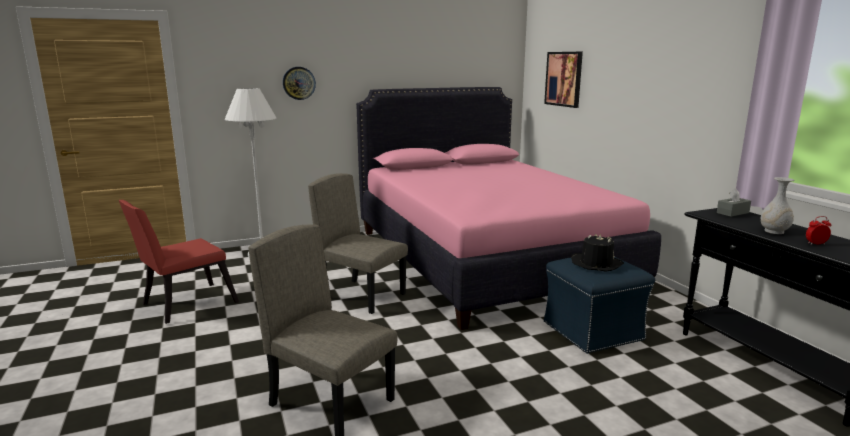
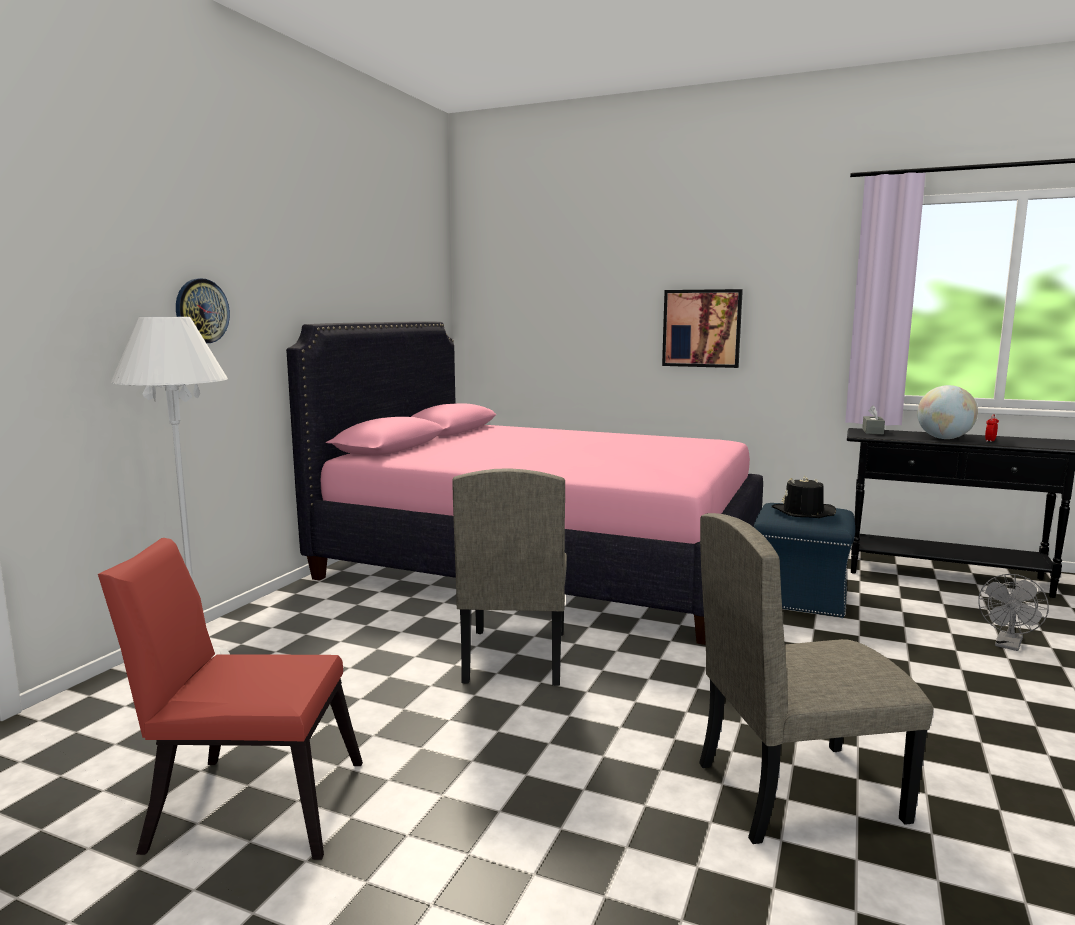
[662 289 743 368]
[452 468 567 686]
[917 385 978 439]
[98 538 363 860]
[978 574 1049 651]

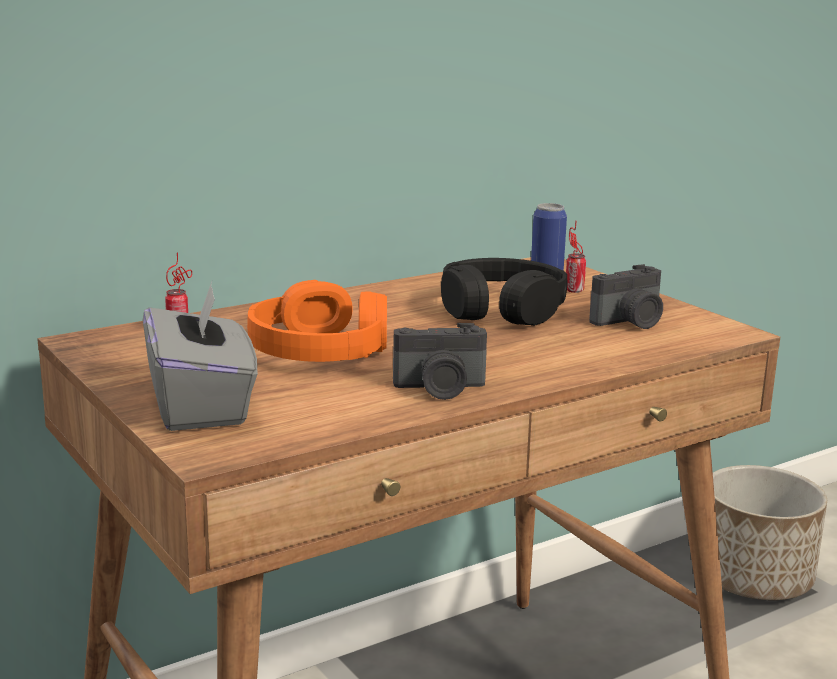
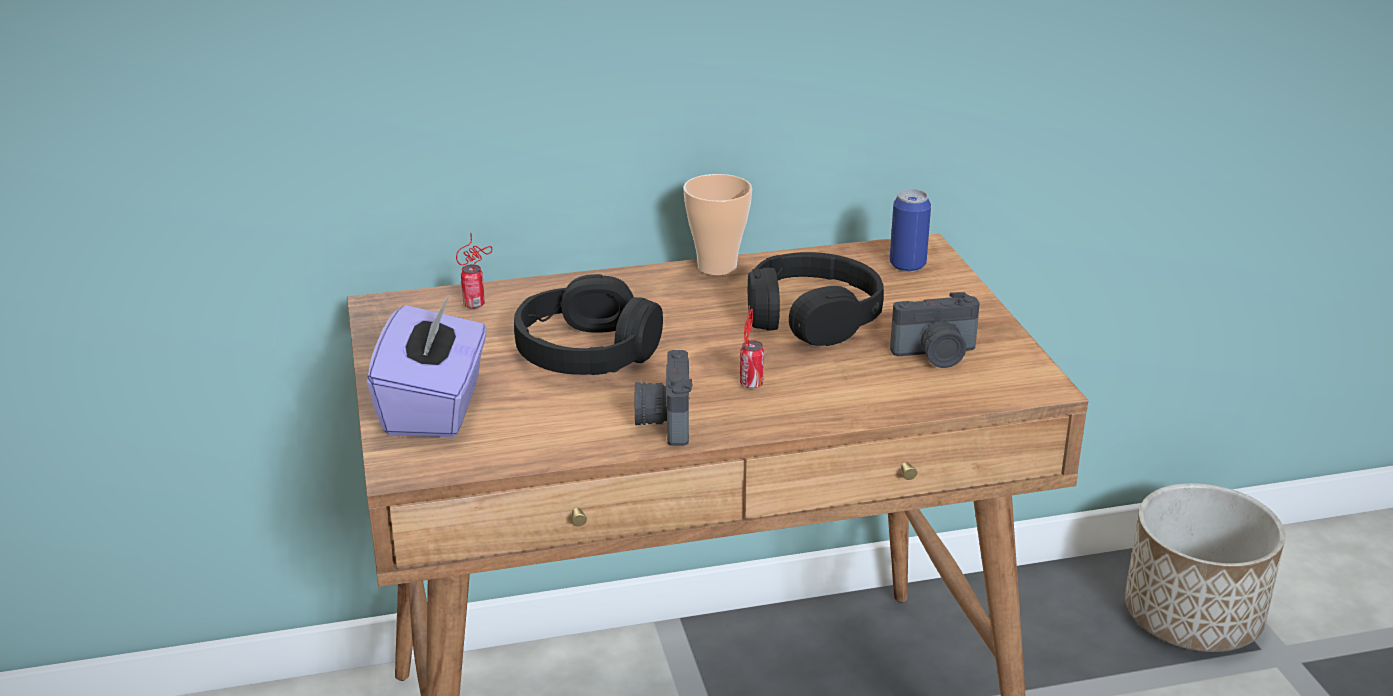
[740 305 764 388]
[514 274 663 375]
[367 295 487 437]
[635 350 693 446]
[683 174 752 276]

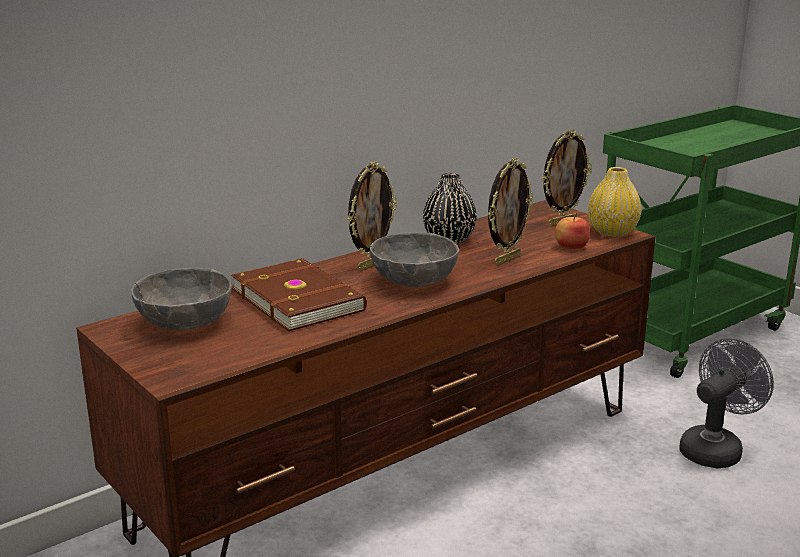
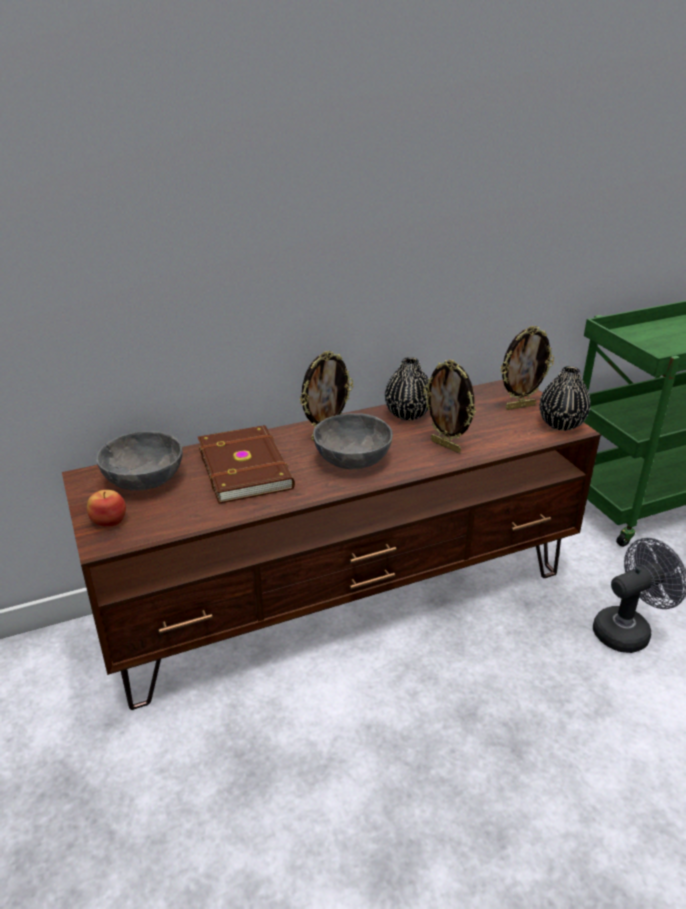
[423 359 476 453]
[540 366 591 431]
[87 490 126 526]

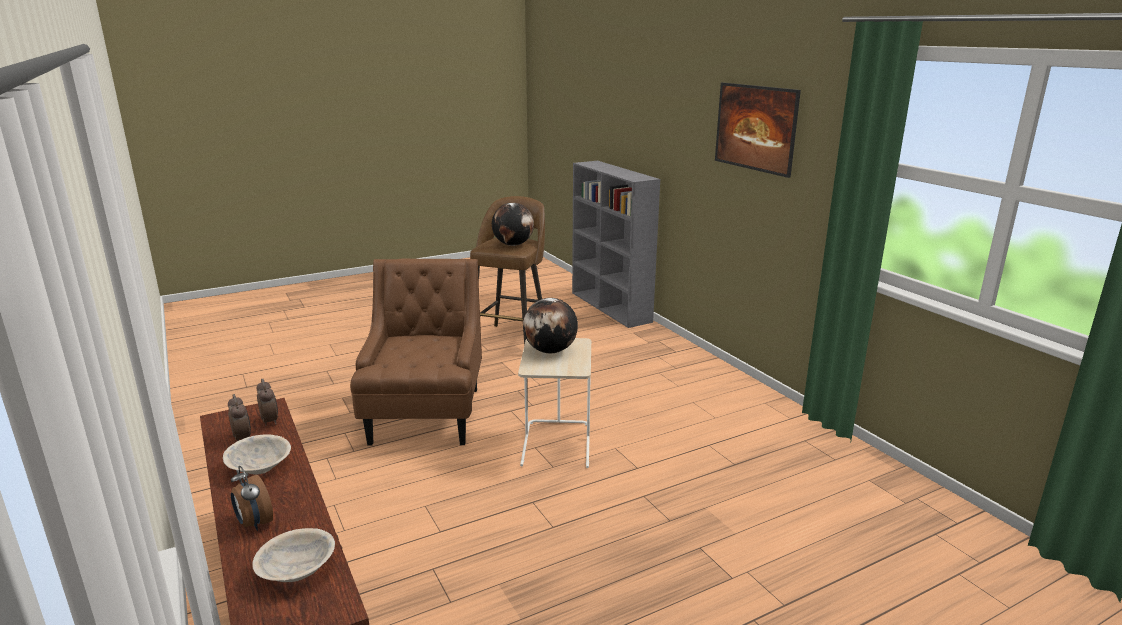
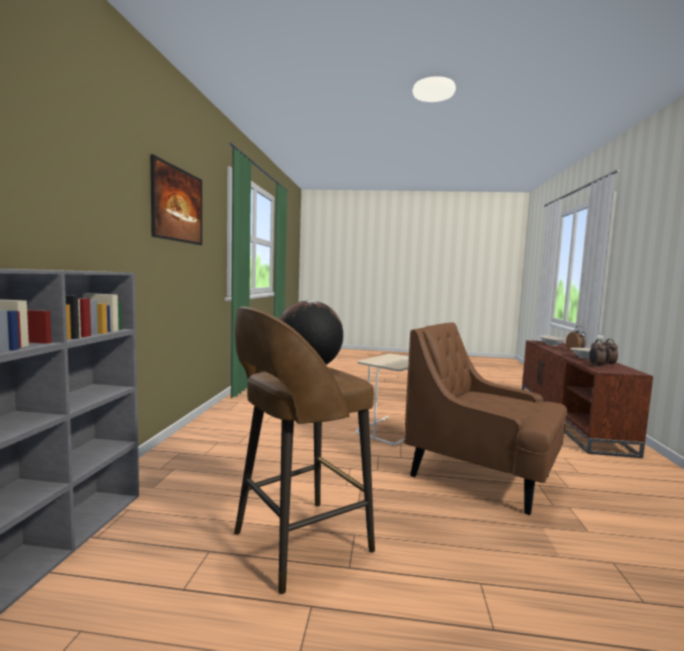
[404 322 567 515]
[523 298 578 353] (first image)

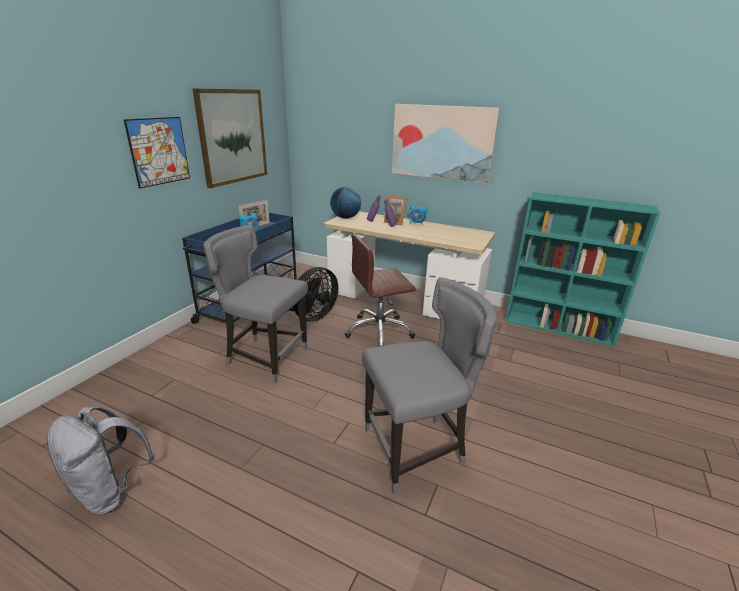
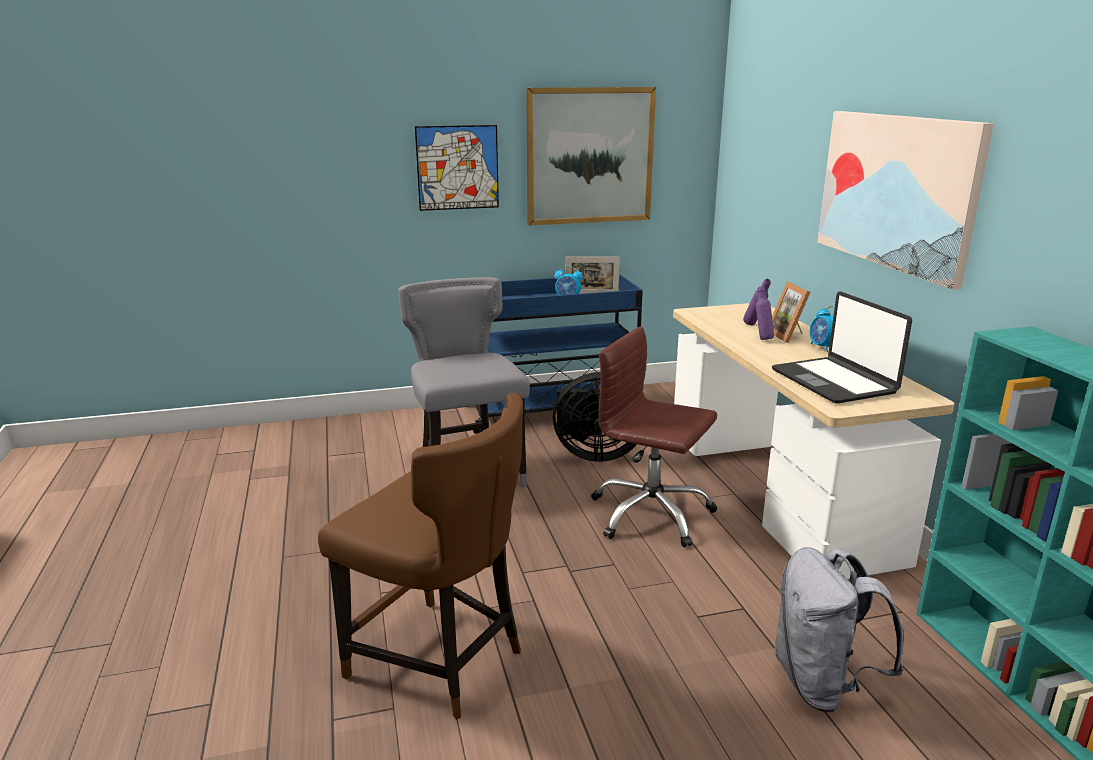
[330 187 361 219] (first image)
[318 393 523 720]
[774 547 904 712]
[772 291 912 403]

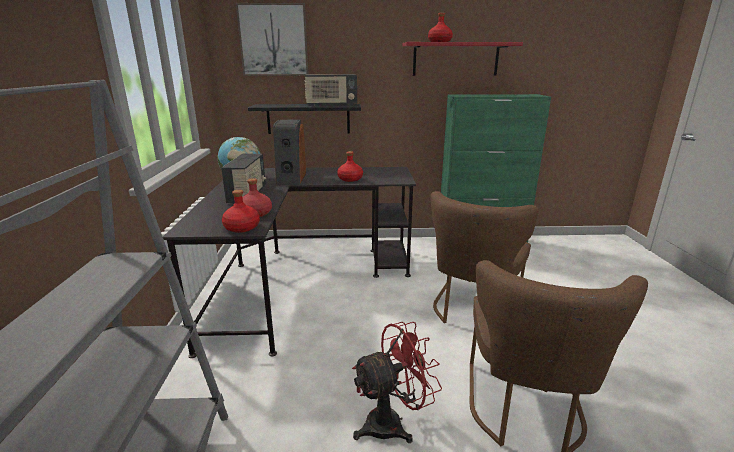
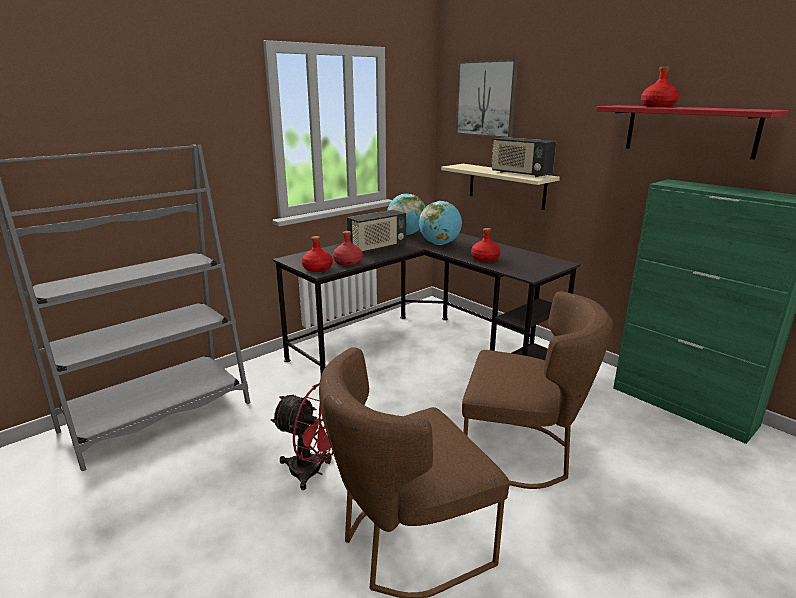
[441 164 560 210]
[419 201 462 245]
[462 291 613 489]

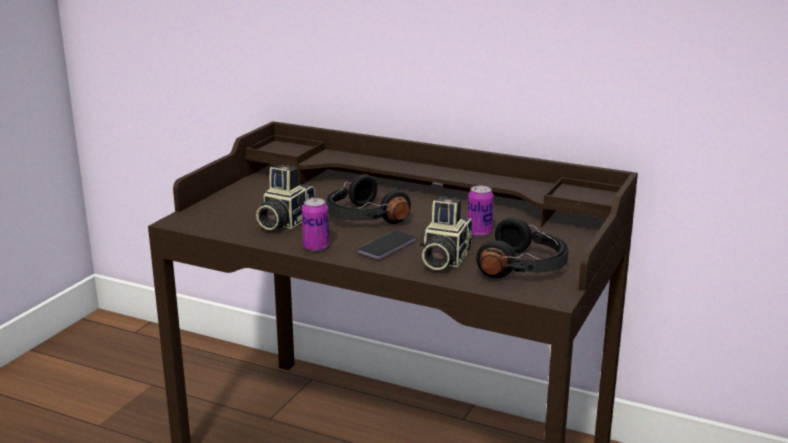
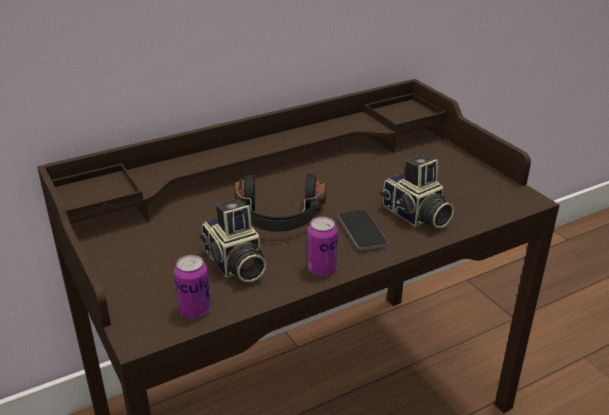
[174 255 211 319]
[476 217 569 278] (first image)

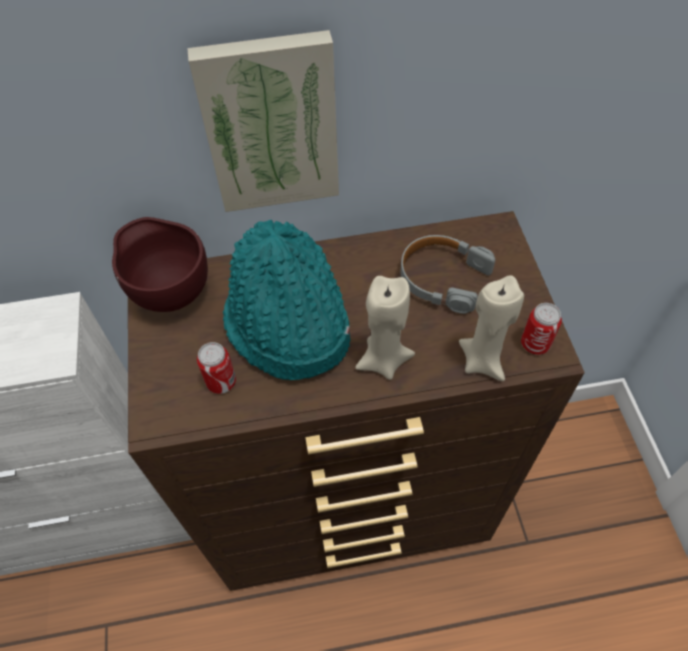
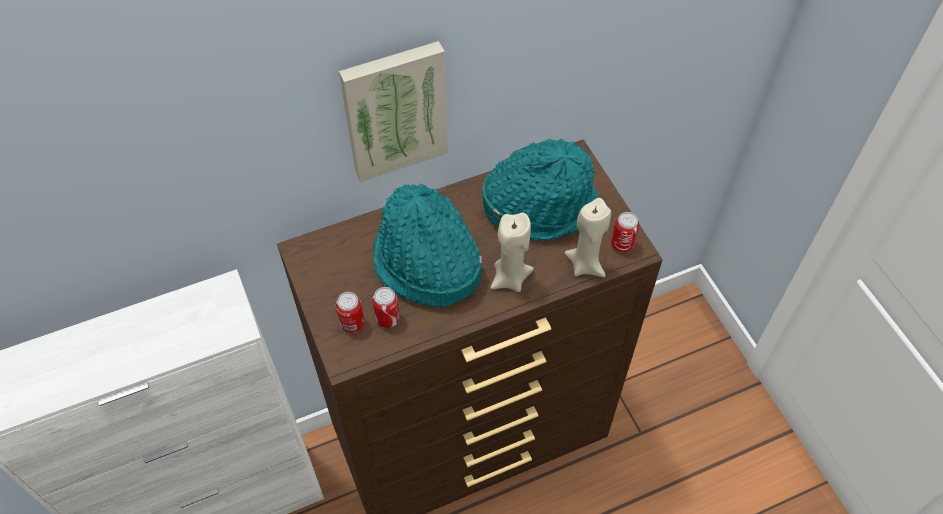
[112 217 208 312] (first image)
[482 139 598 241]
[336 292 365 333]

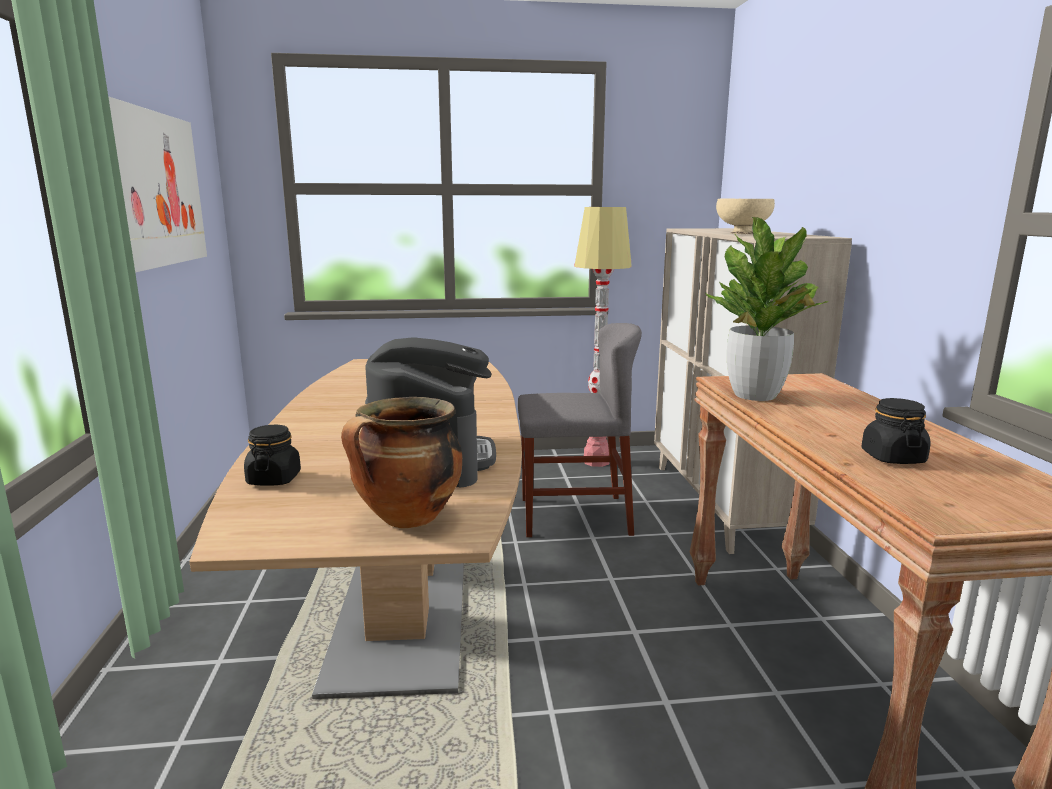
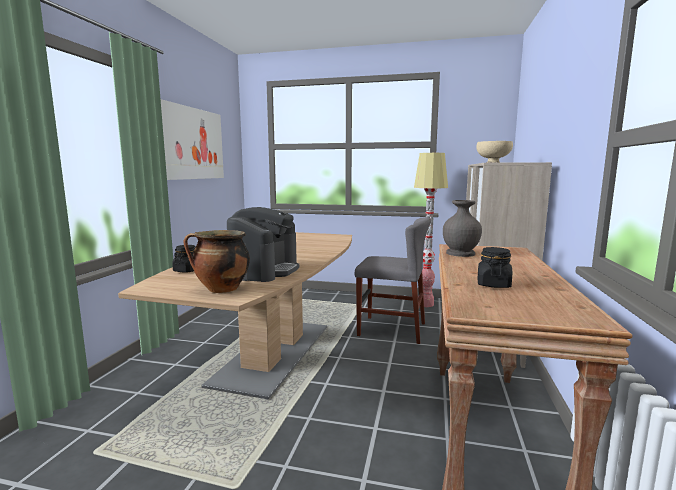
[443 200 482 257]

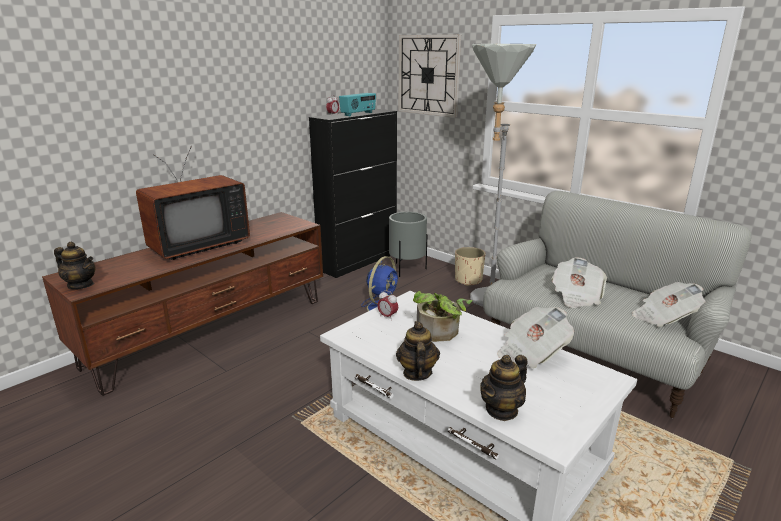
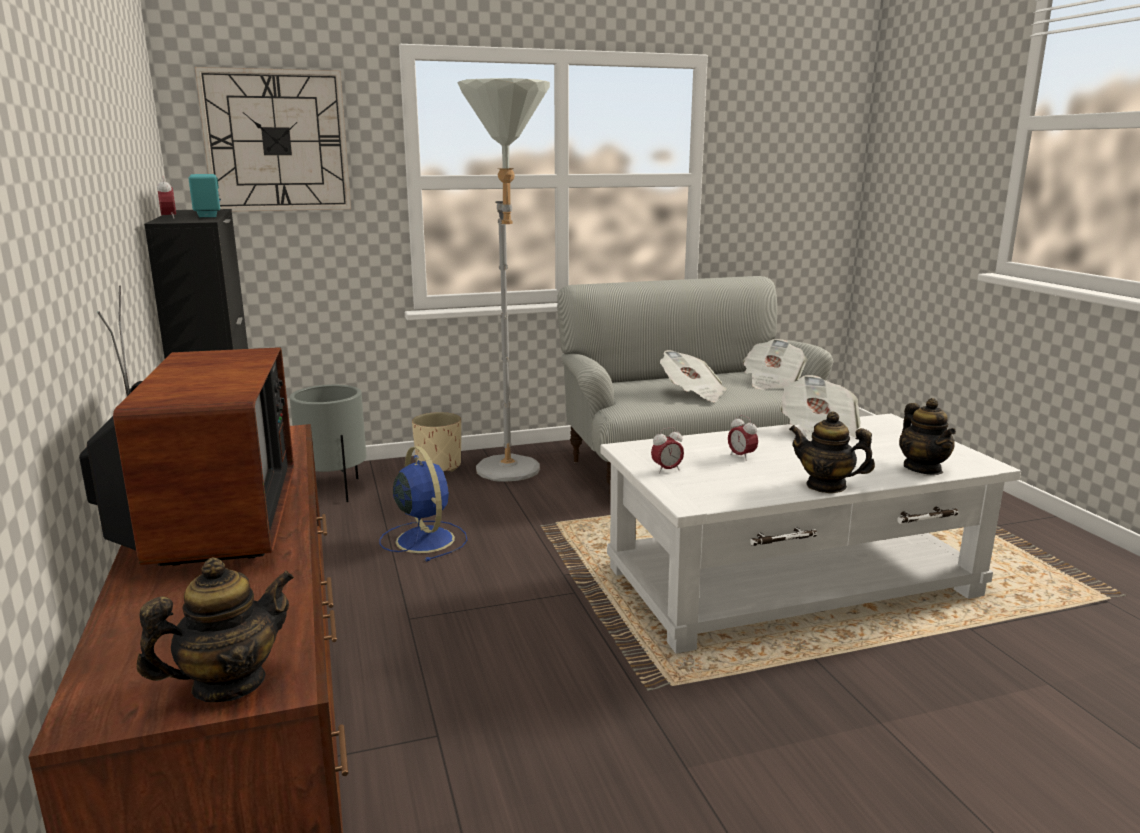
[728 415 758 461]

